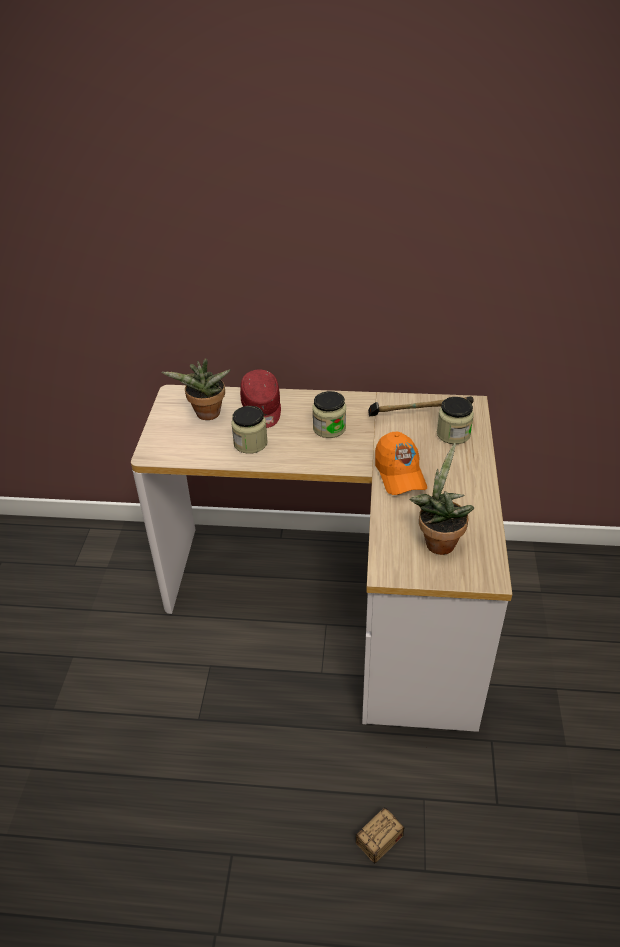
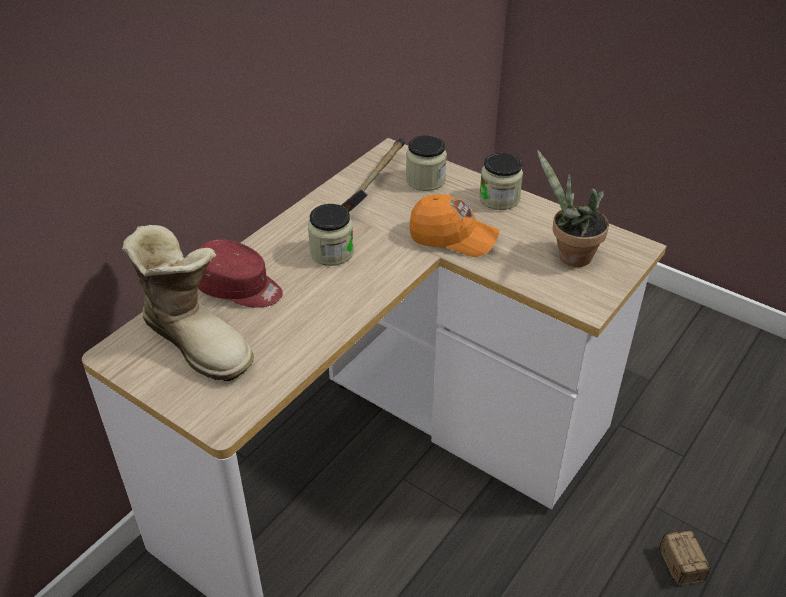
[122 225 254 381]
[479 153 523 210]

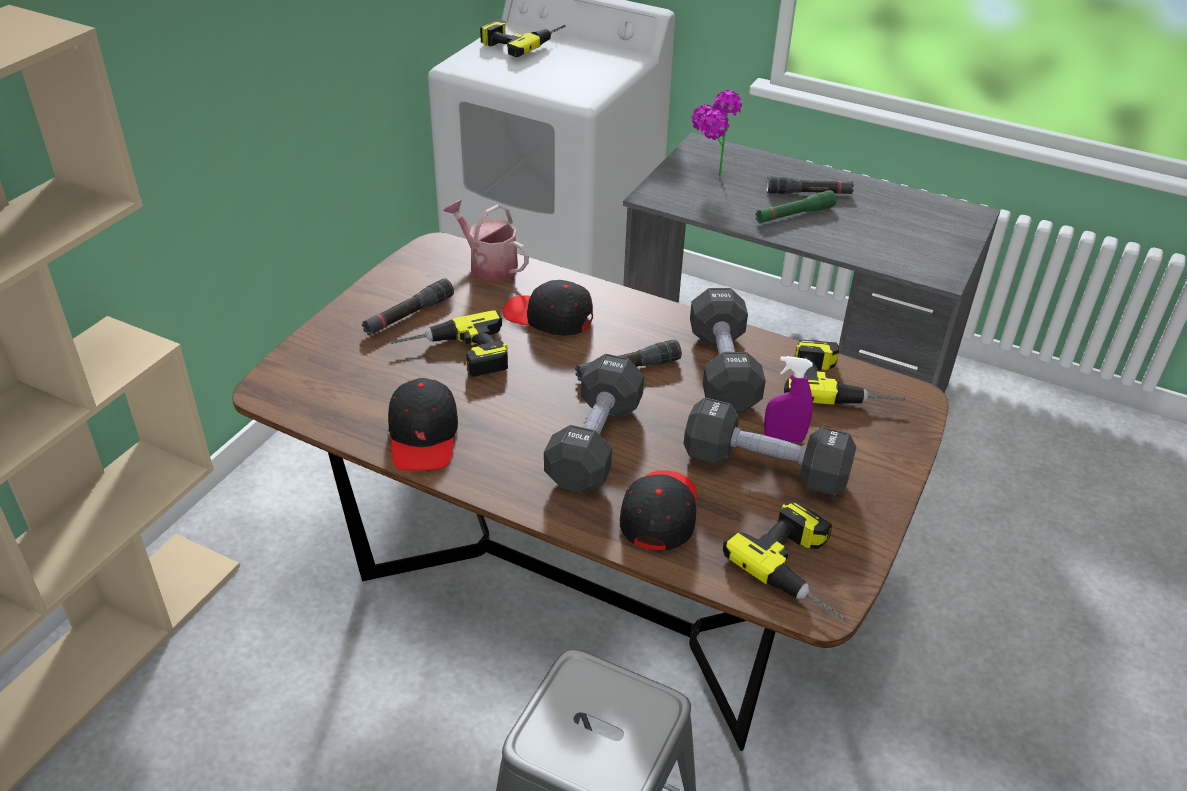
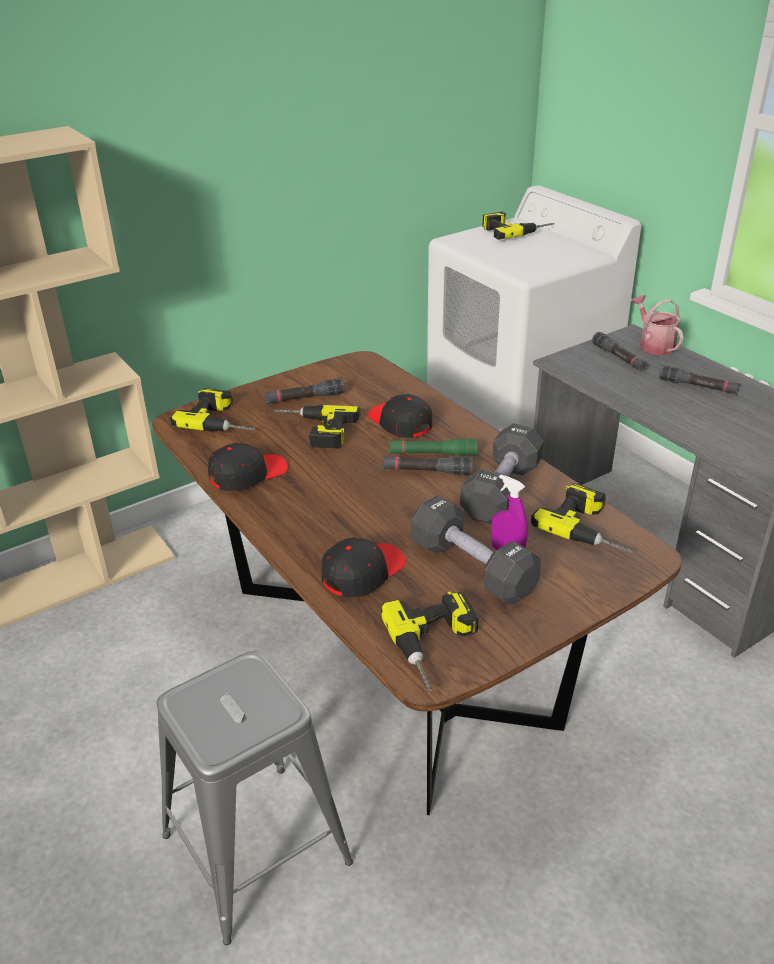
[592 332 648 372]
[389 439 477 456]
[631 295 684 356]
[544 354 644 494] (first image)
[208 443 288 491]
[170 388 255 431]

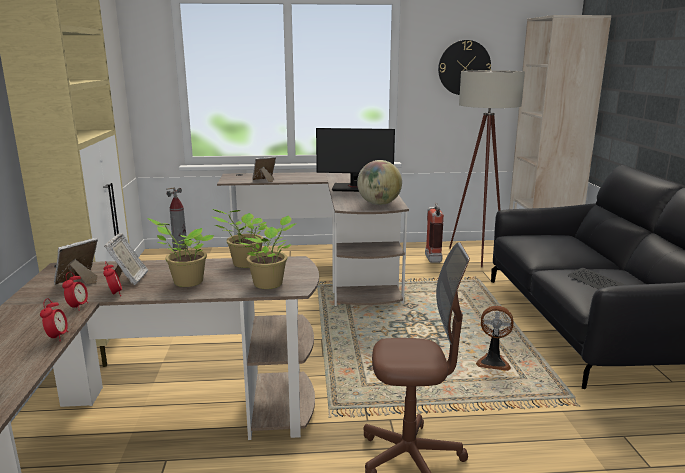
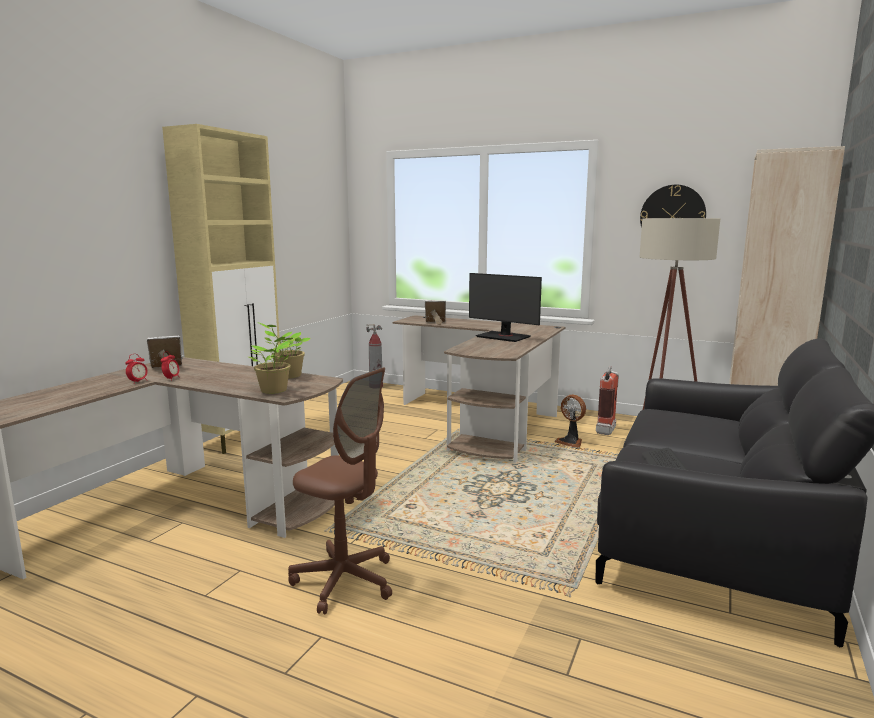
[357 160 402 205] (first image)
[147 218 214 287] (first image)
[104 233 148 285] (first image)
[40 298 68 341] (first image)
[555 395 586 448]

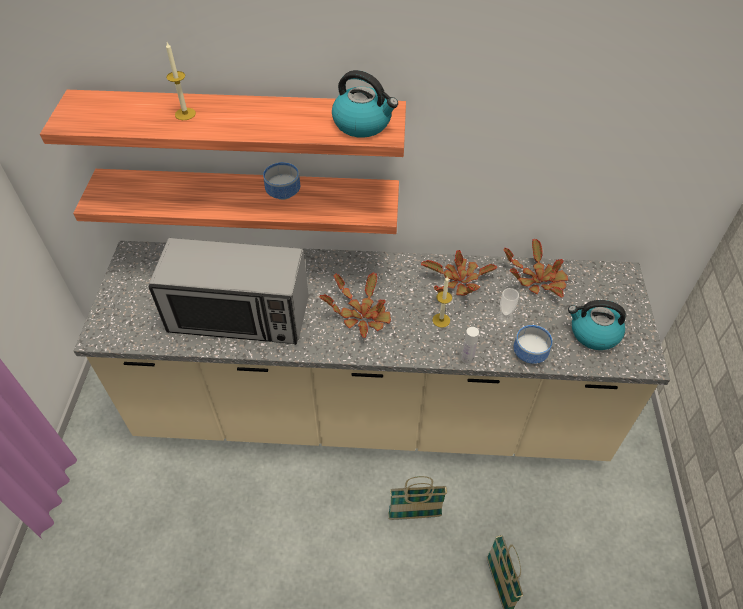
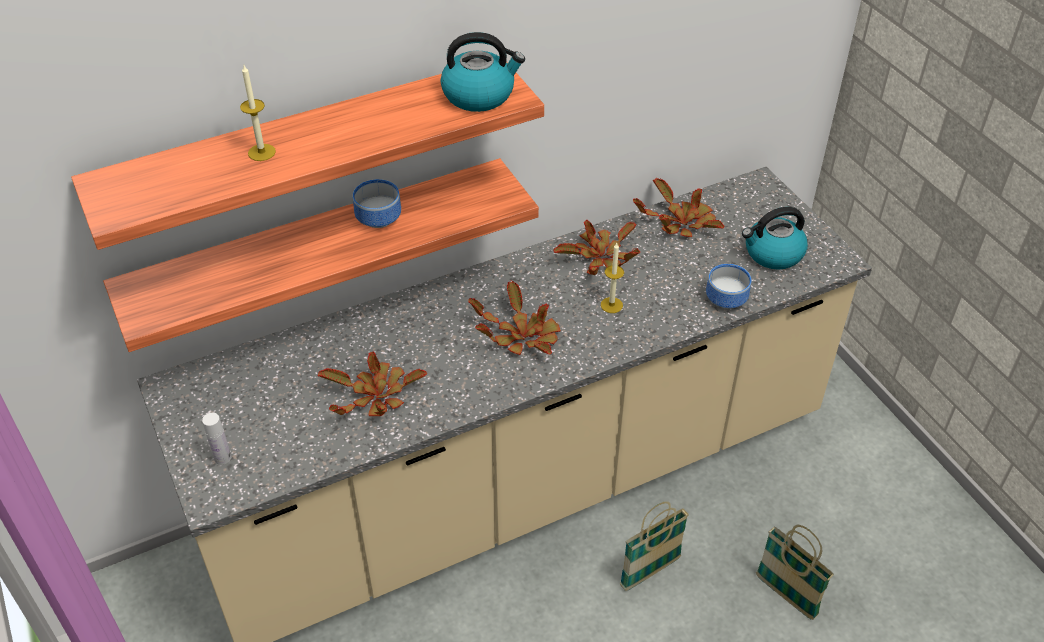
[318 352 427 416]
[496 288 519 324] (first image)
[202 413 231 465]

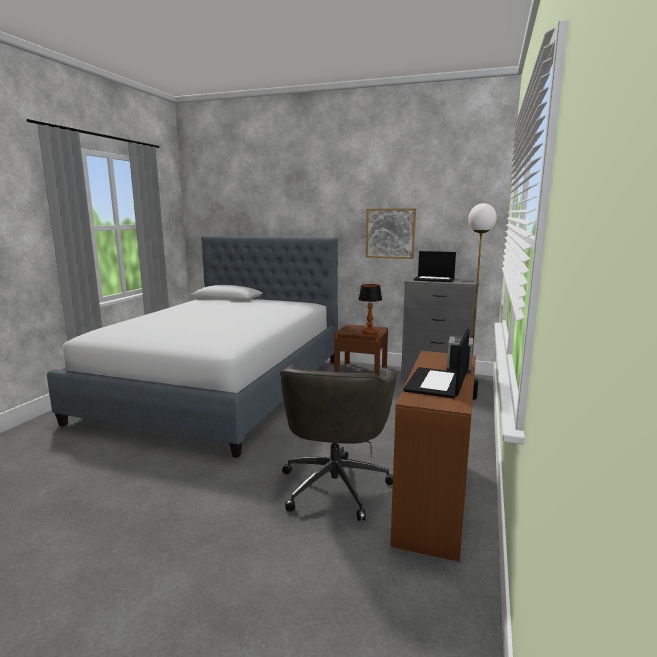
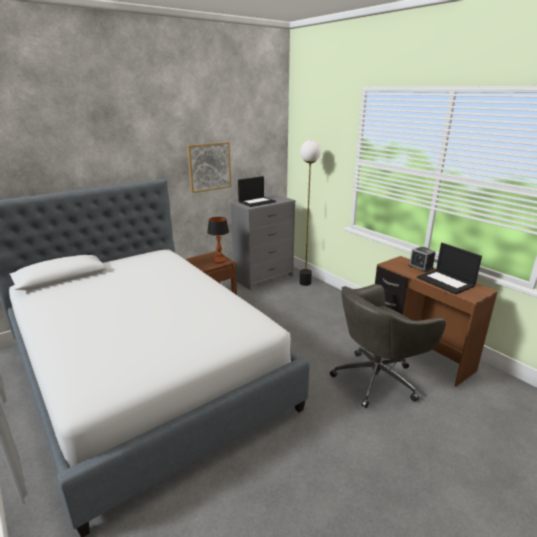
[330 284 446 408]

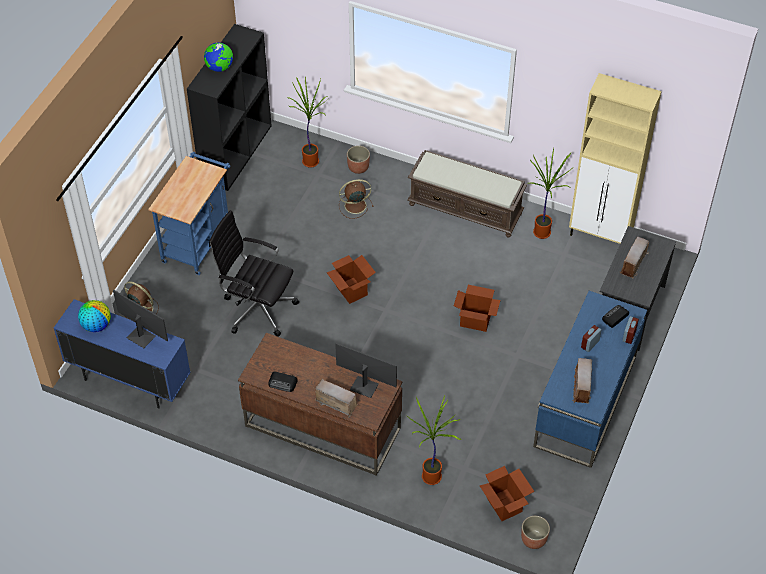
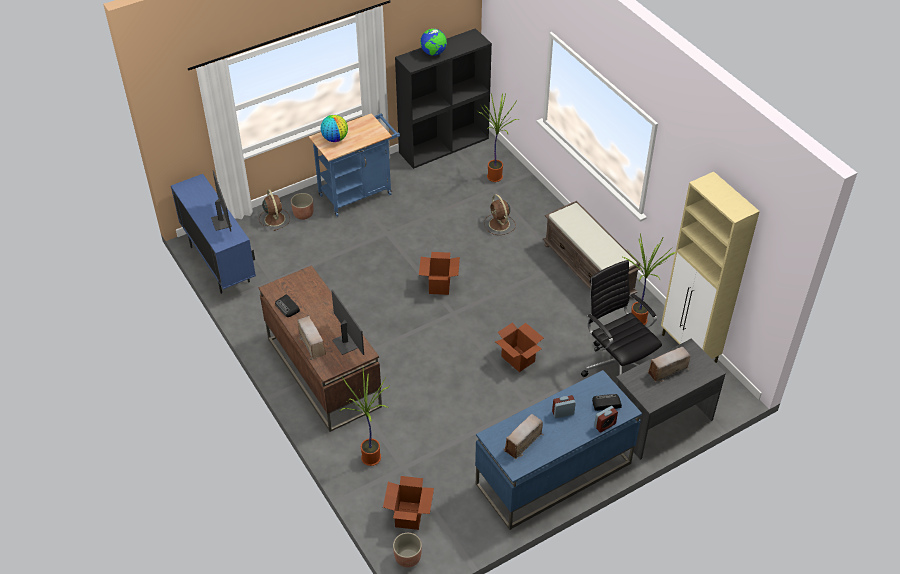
[291 193 314 220]
[484 194 516 235]
[581 260 662 377]
[321 115 348 142]

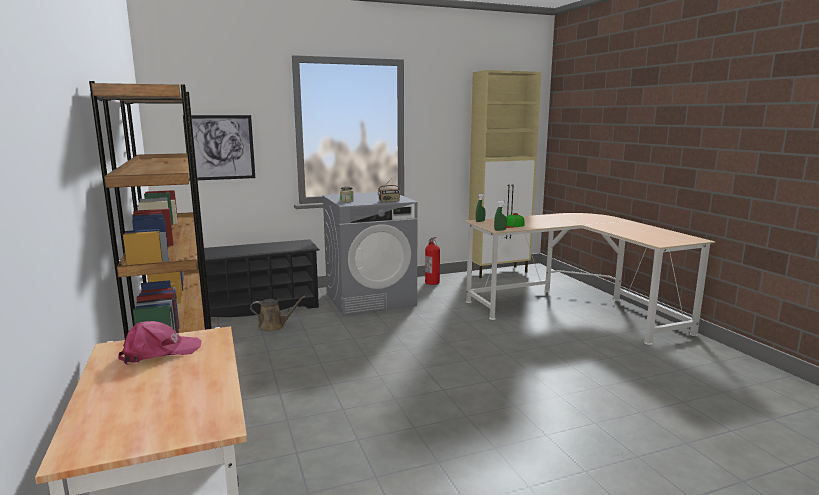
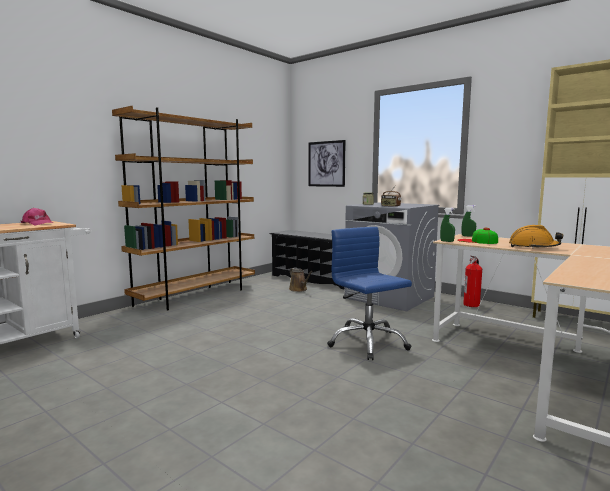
[509 225 563 249]
[328 227 412 360]

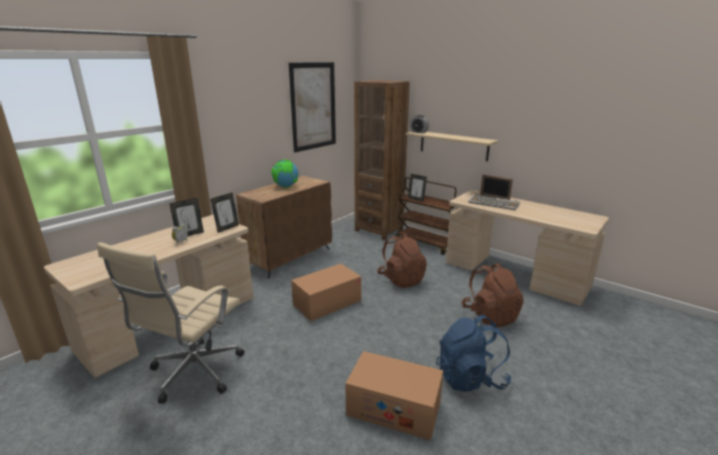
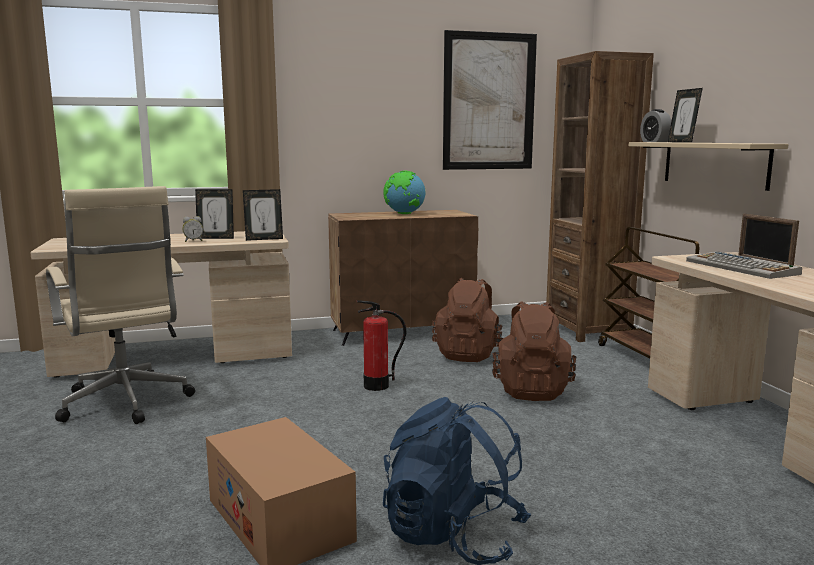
[668 88 703 143]
[46 186 195 424]
[432 278 504 362]
[356 300 406 391]

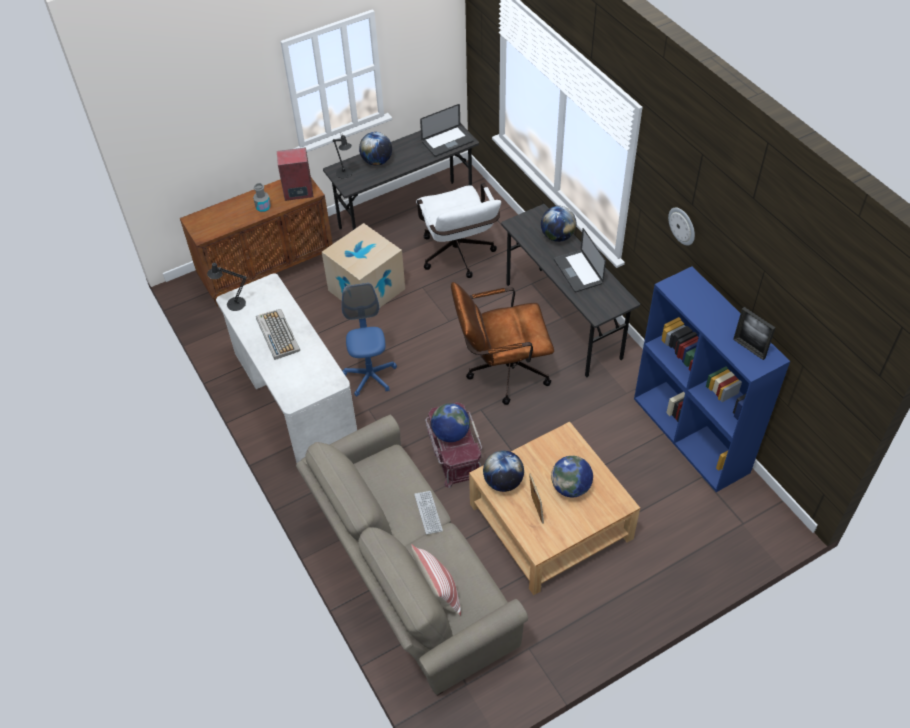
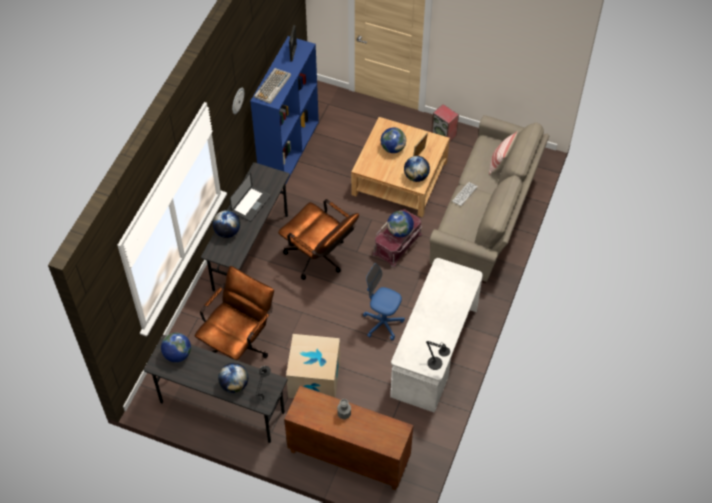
[161 333 191 362]
[431 104 459 142]
[195 266 274 360]
[363 263 405 340]
[254 68 291 104]

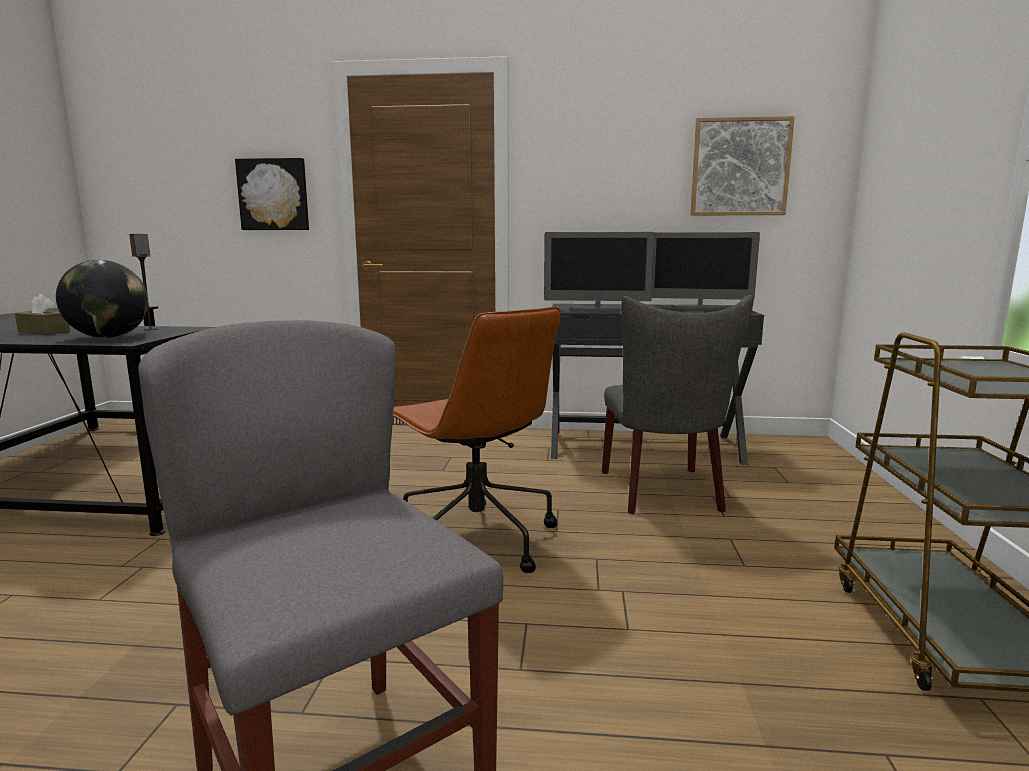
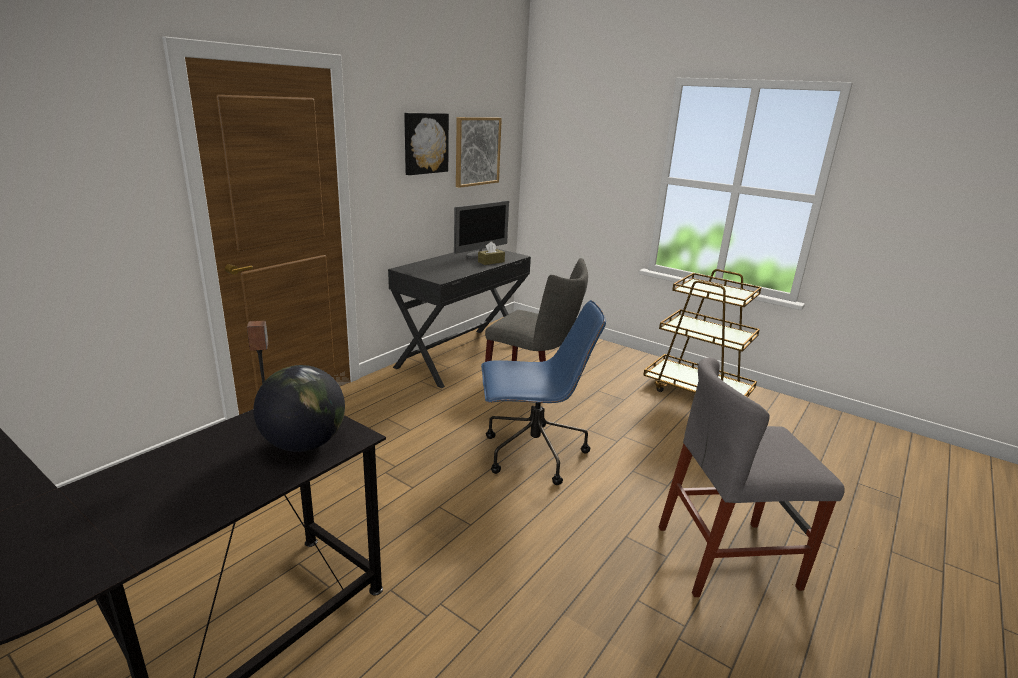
[404 113 449 175]
[544 232 655 312] (first image)
[478 241 505 265]
[481 300 606 485]

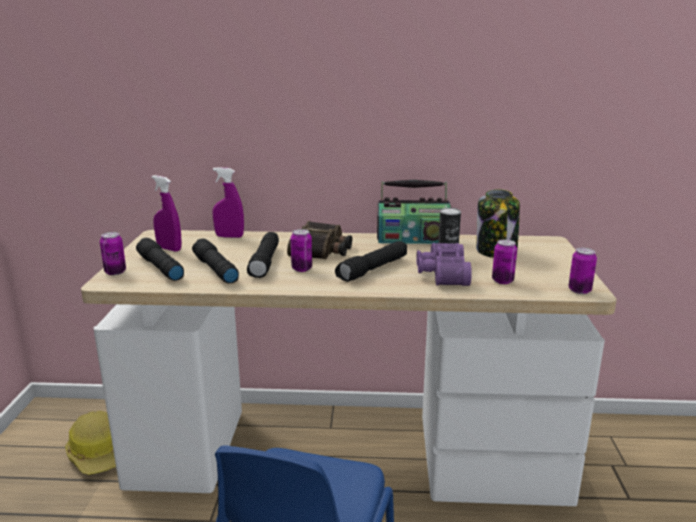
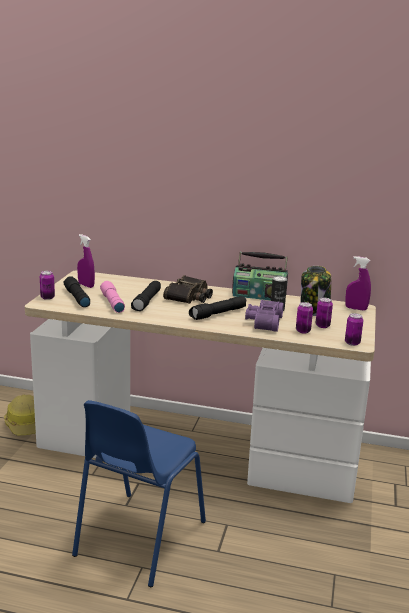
[345 256 371 311]
[316 298 333 328]
[100 281 125 313]

